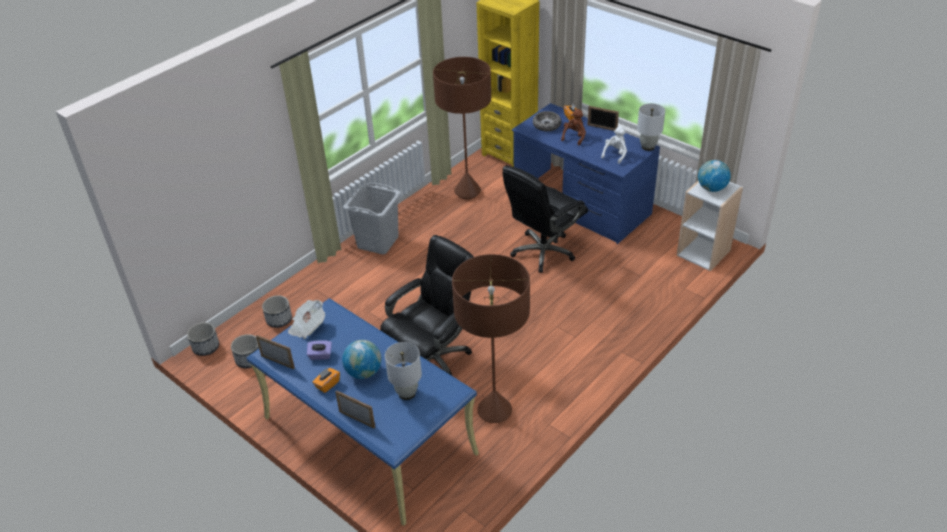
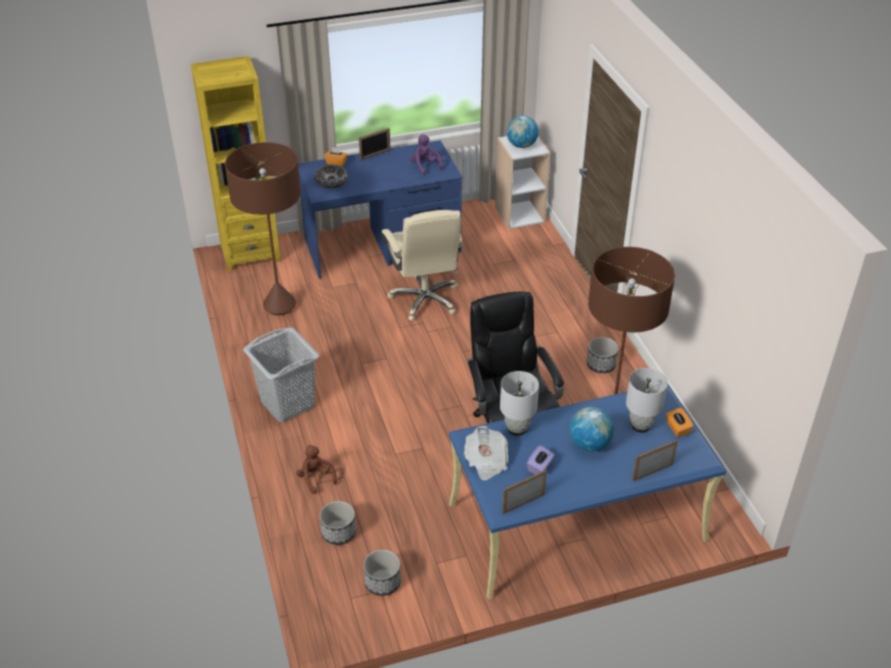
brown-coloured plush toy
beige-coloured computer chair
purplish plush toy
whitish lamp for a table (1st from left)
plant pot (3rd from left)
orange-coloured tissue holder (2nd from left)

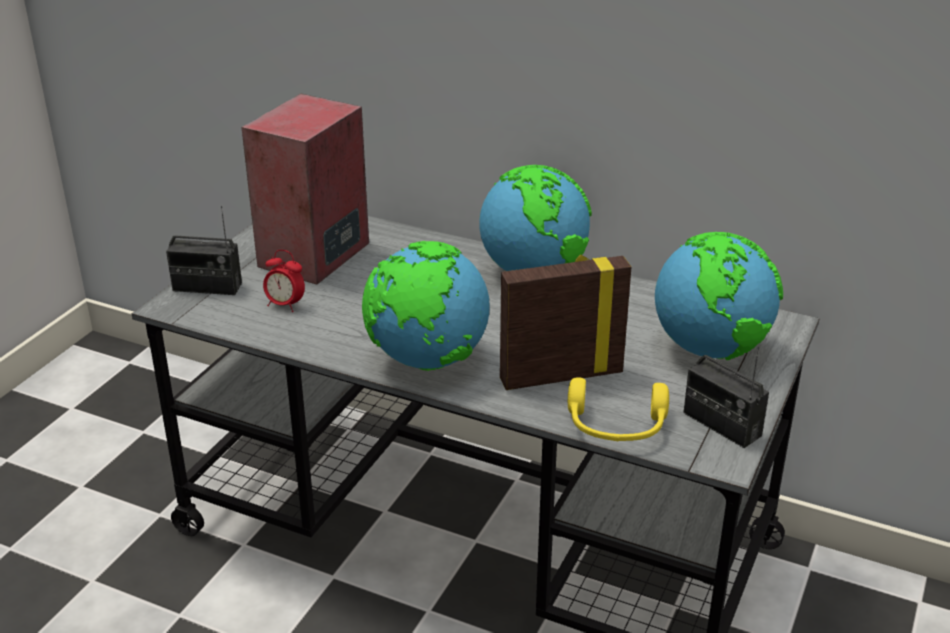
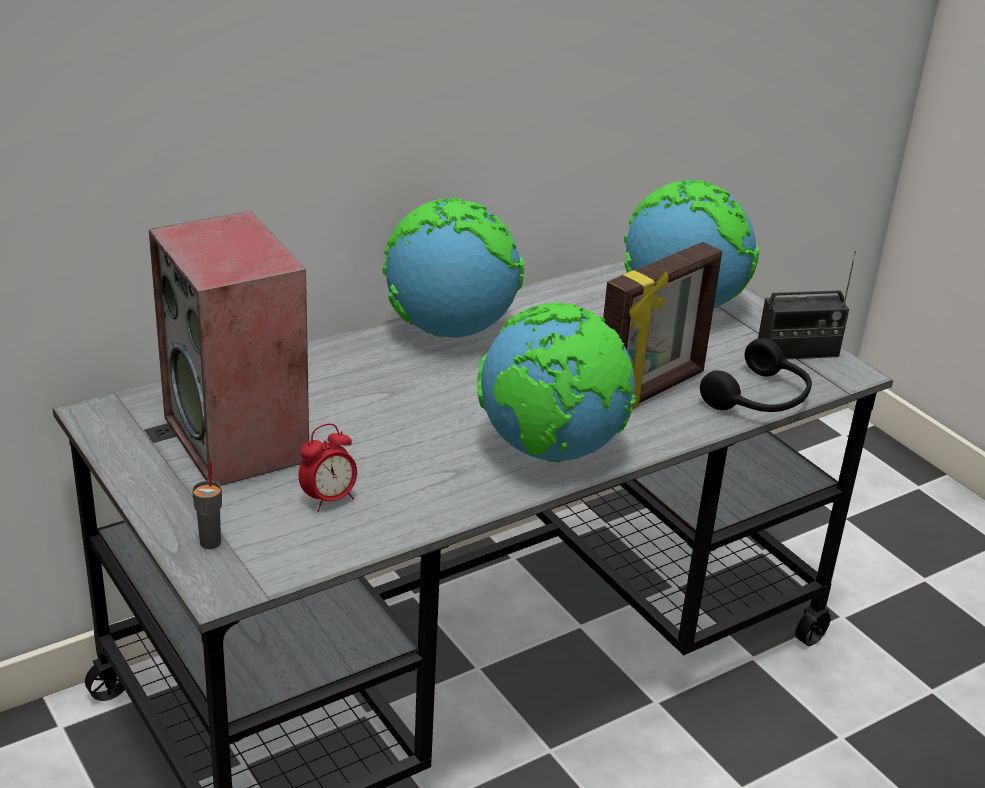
greyish small cup
picture frame
black headset

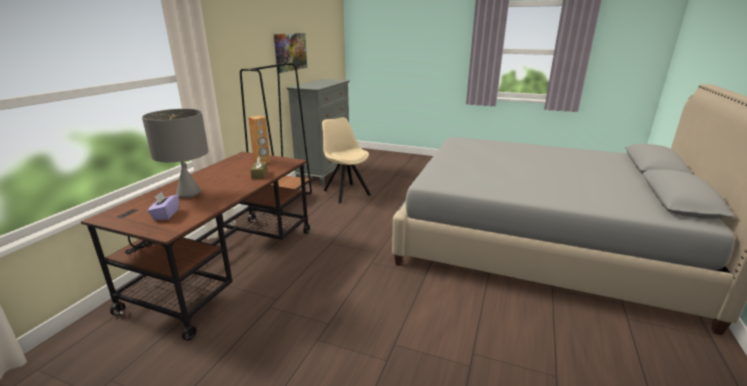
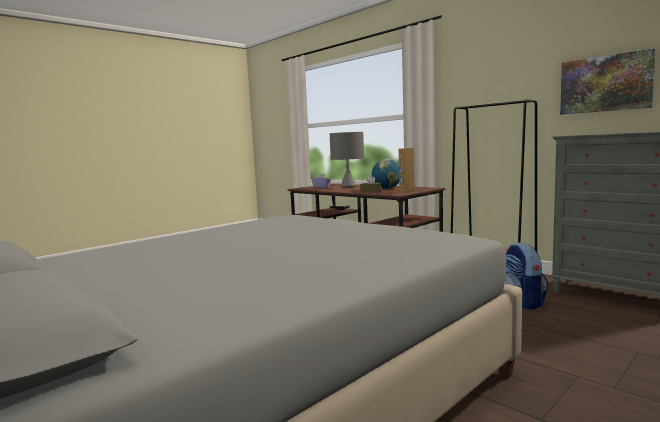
desk globe
rucksack

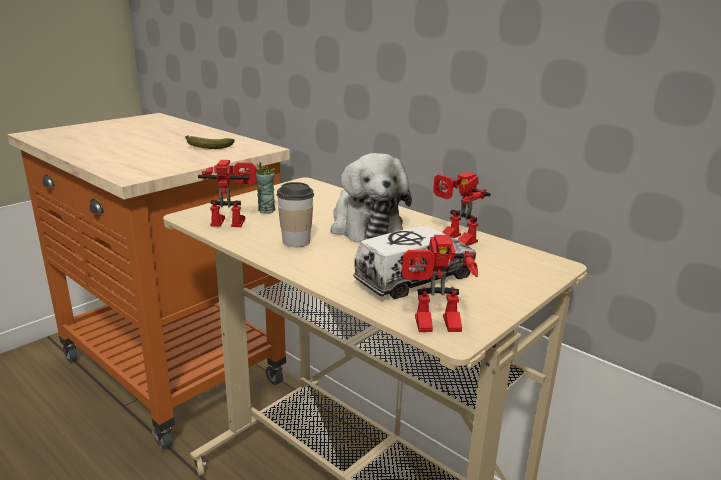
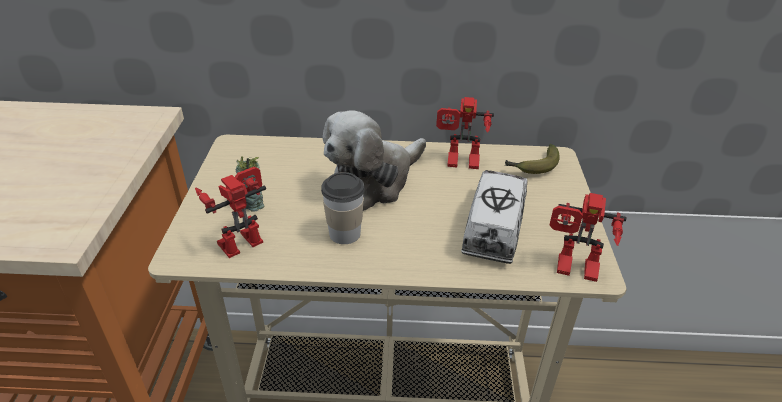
plush toy
banana fruit
toy robot (3rd from left)

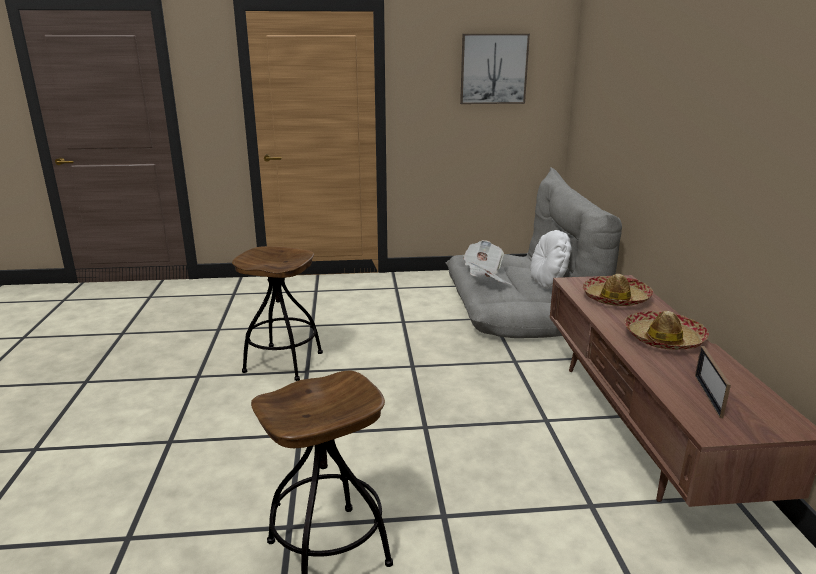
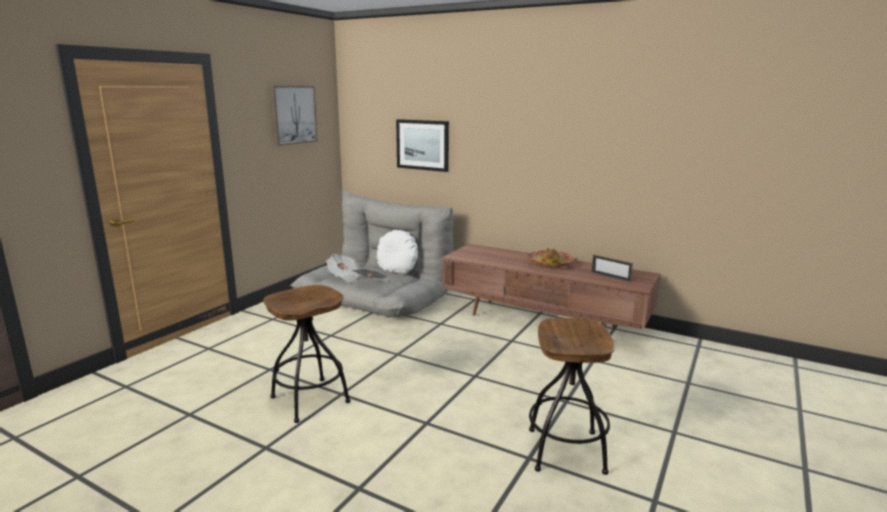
picture (2nd from left)
clothing hat (1st from left in the first image)

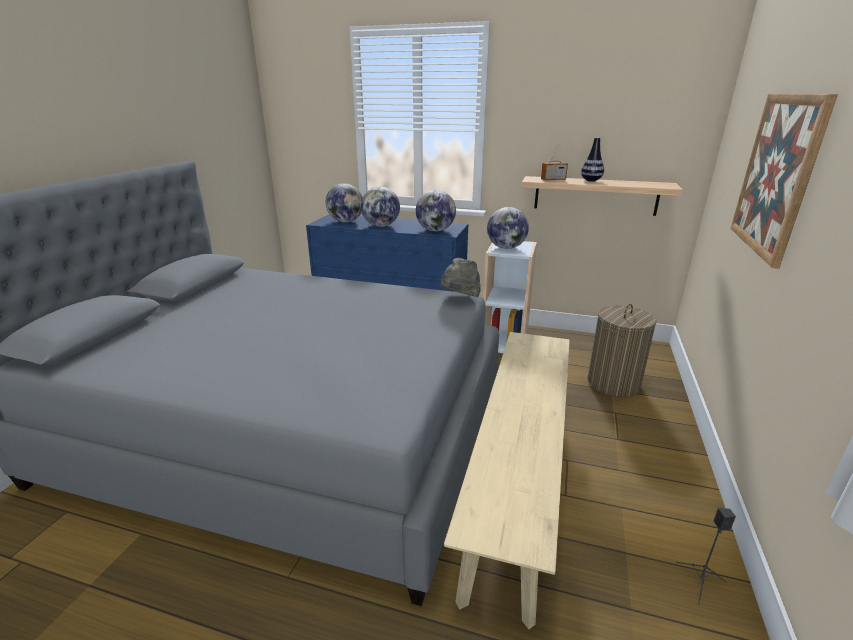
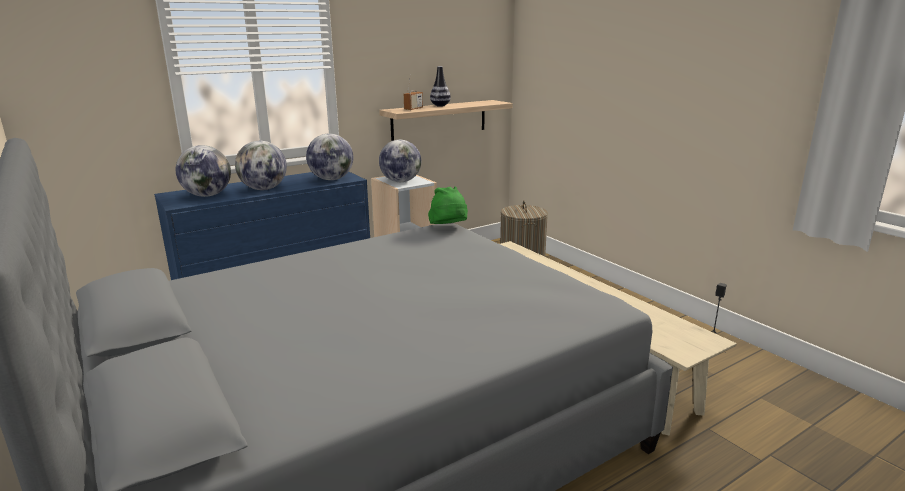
green clothing hat
picture

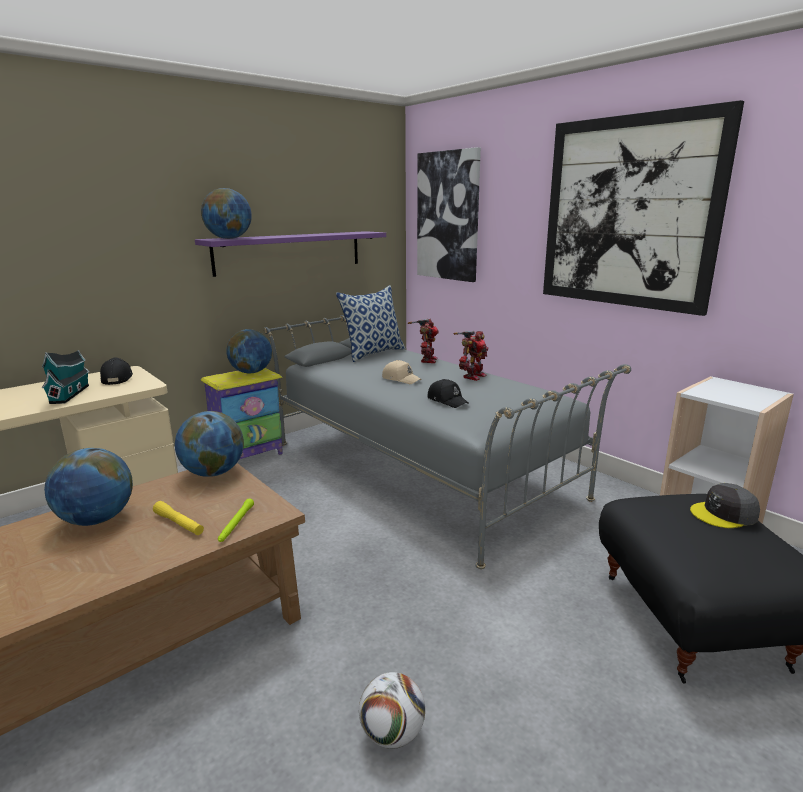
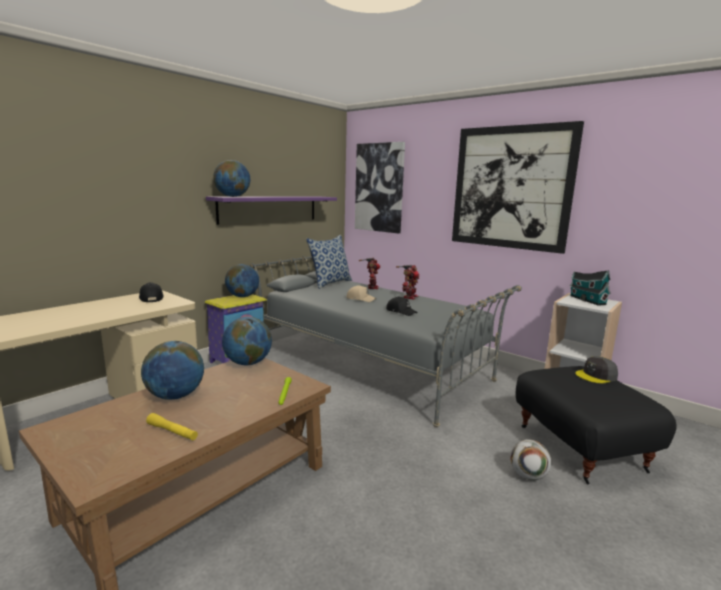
yellow torch
football
model house

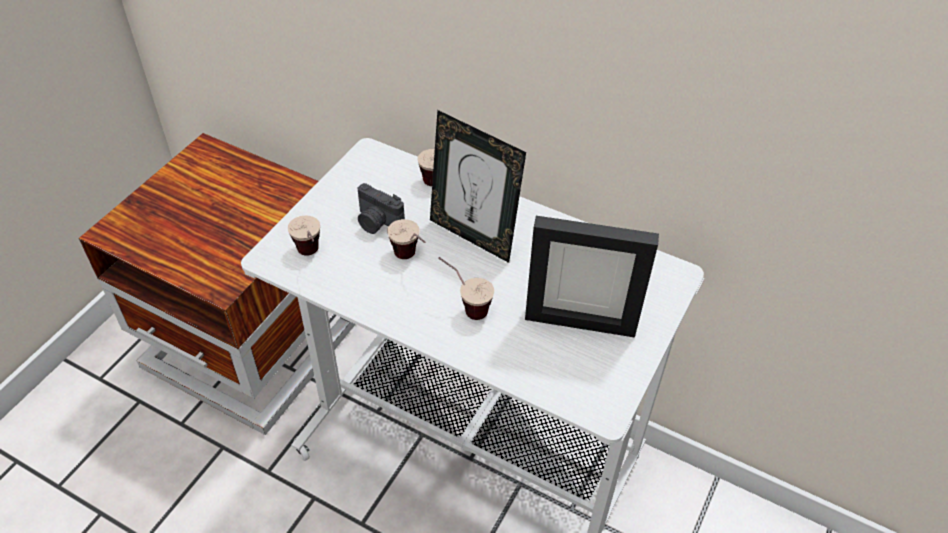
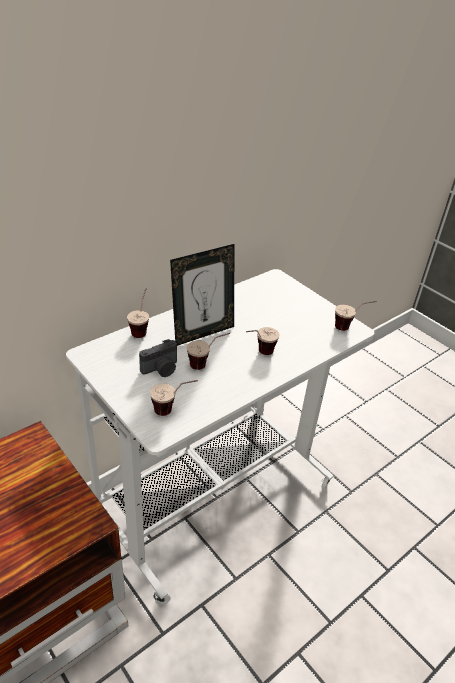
small cup (5th from left)
picture frame (2nd from left in the first image)

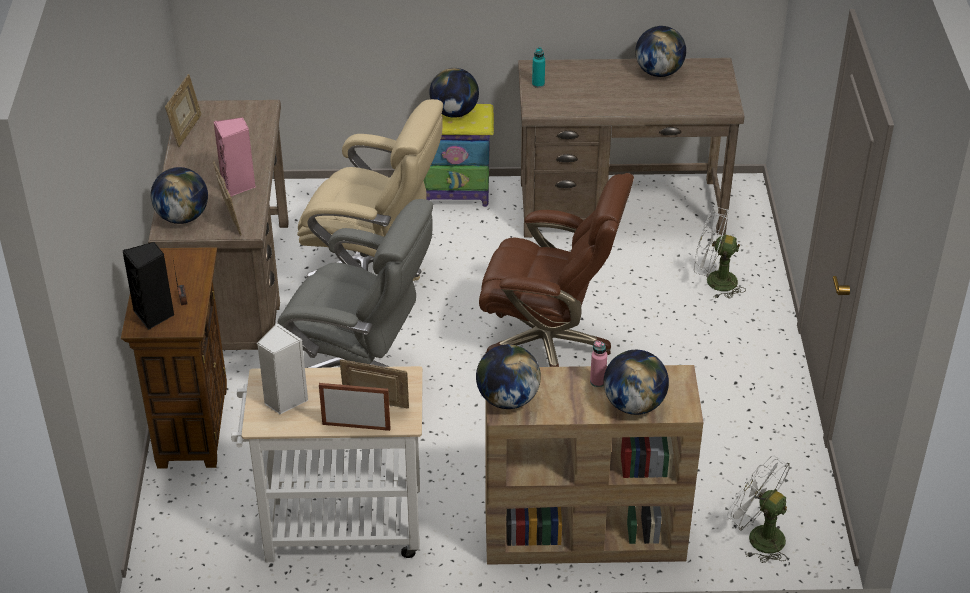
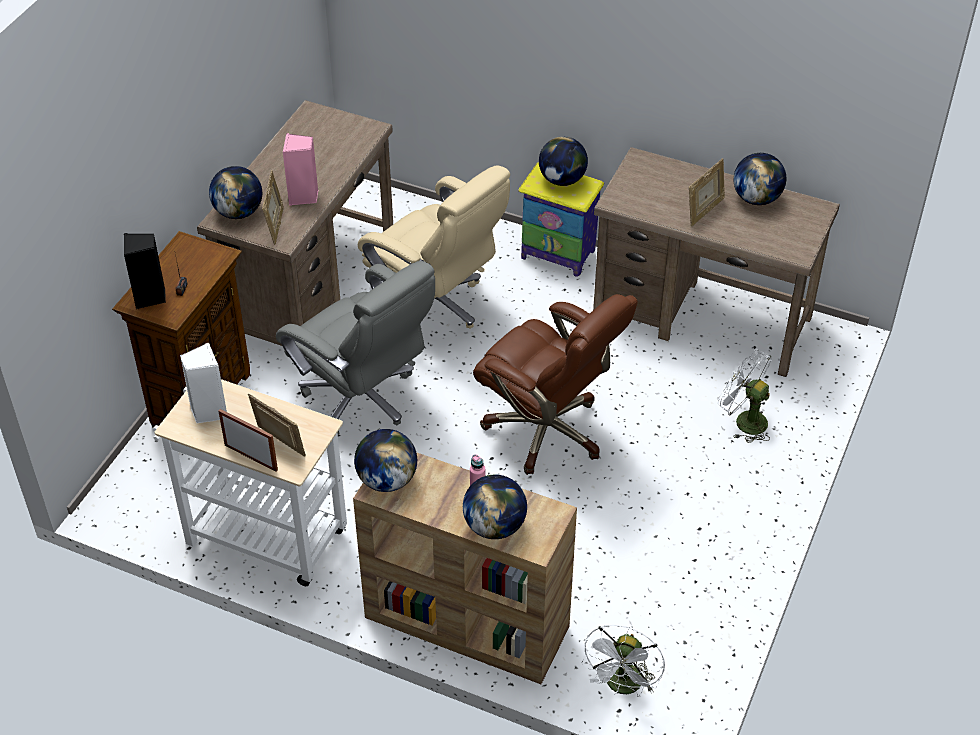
whitish electric fan (1st from left)
picture frame (4th from left)
turquoise bottle

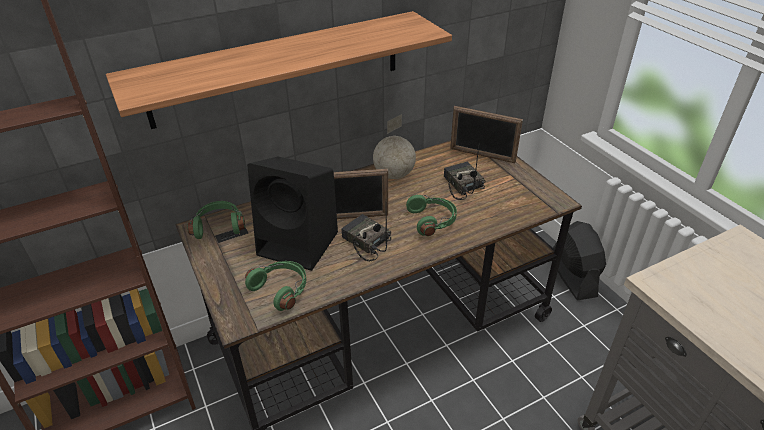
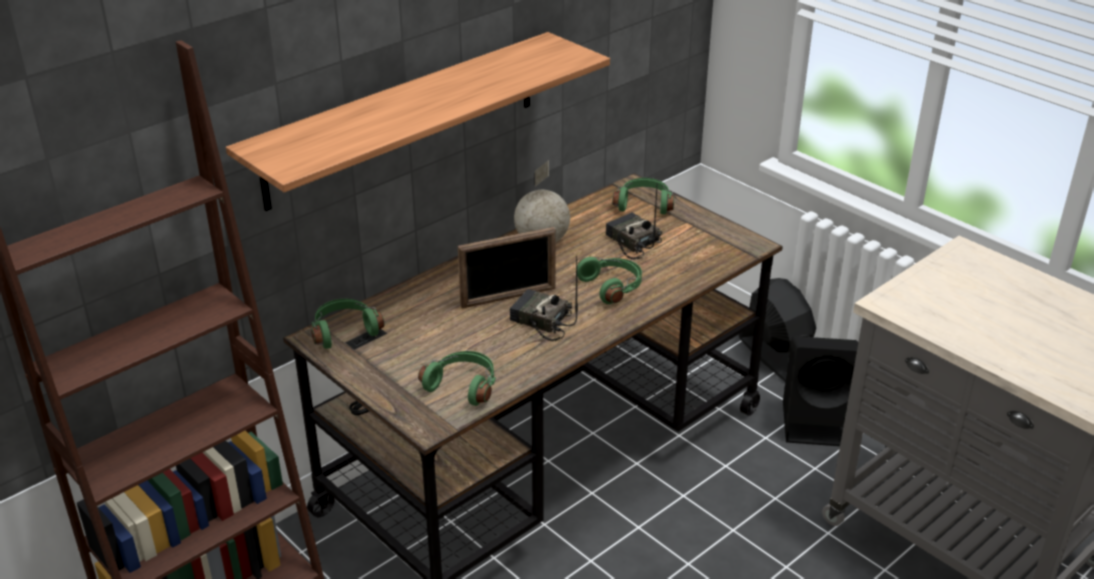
green headset (4th from left)
black audio speaker

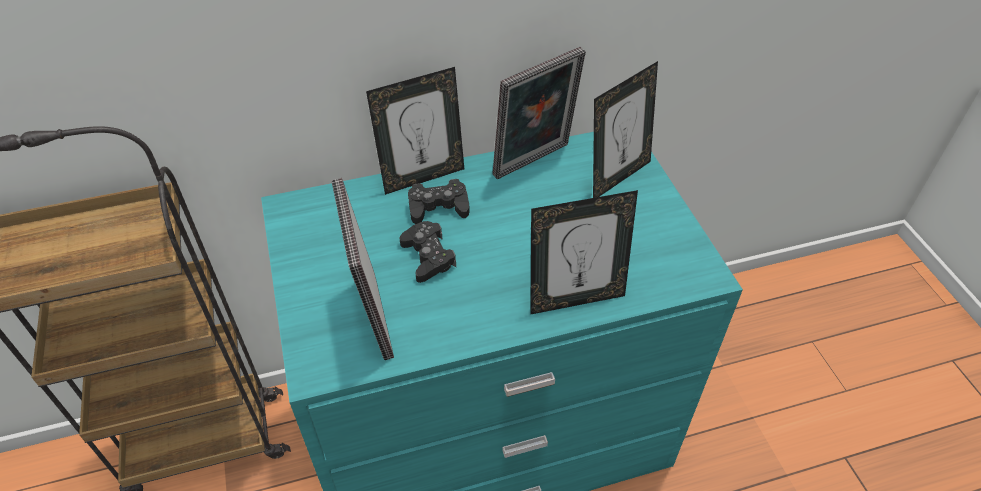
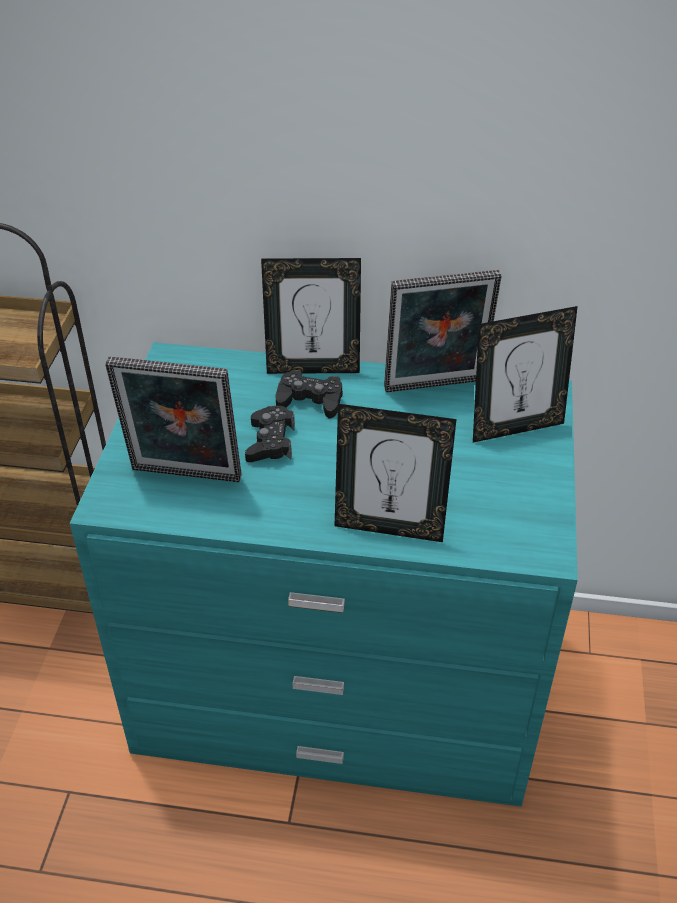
picture frame (1st from left)

